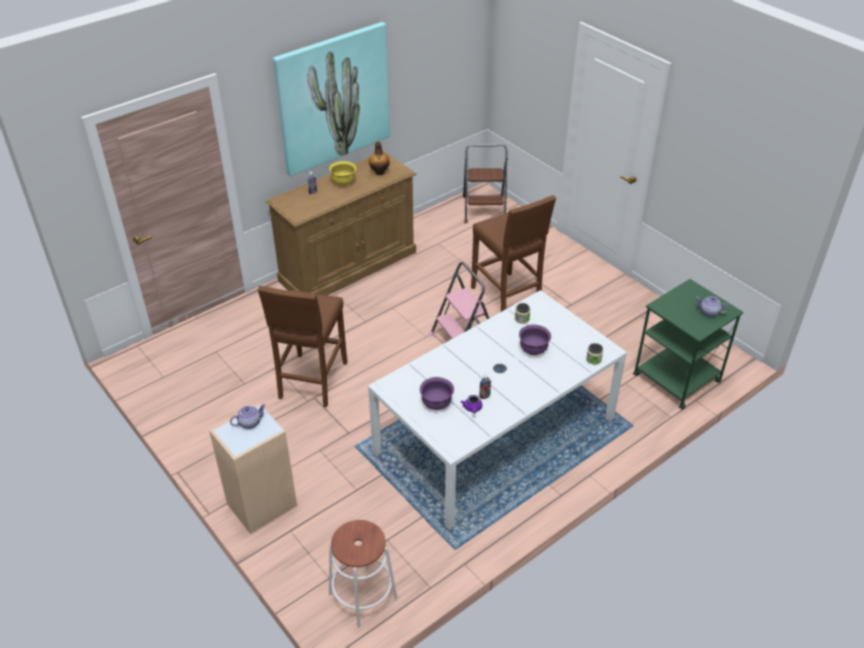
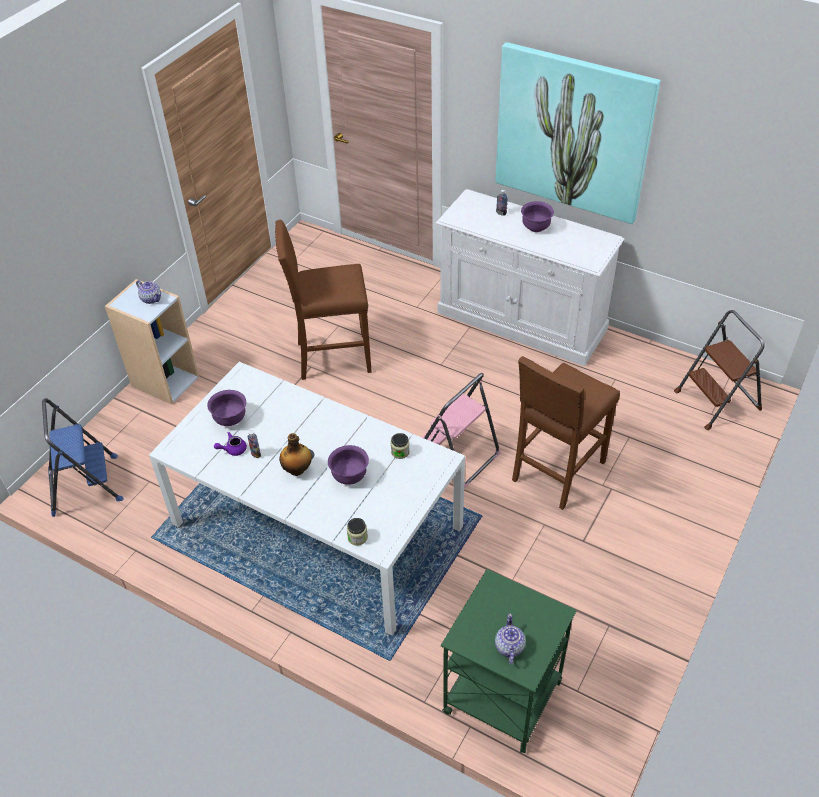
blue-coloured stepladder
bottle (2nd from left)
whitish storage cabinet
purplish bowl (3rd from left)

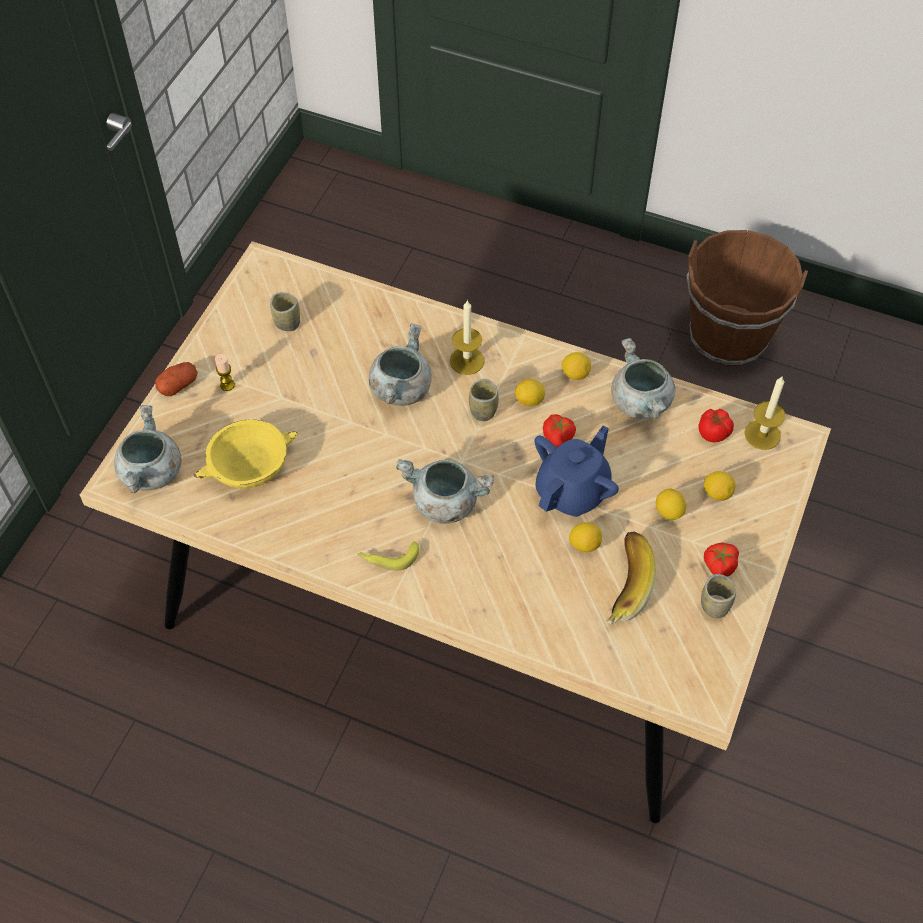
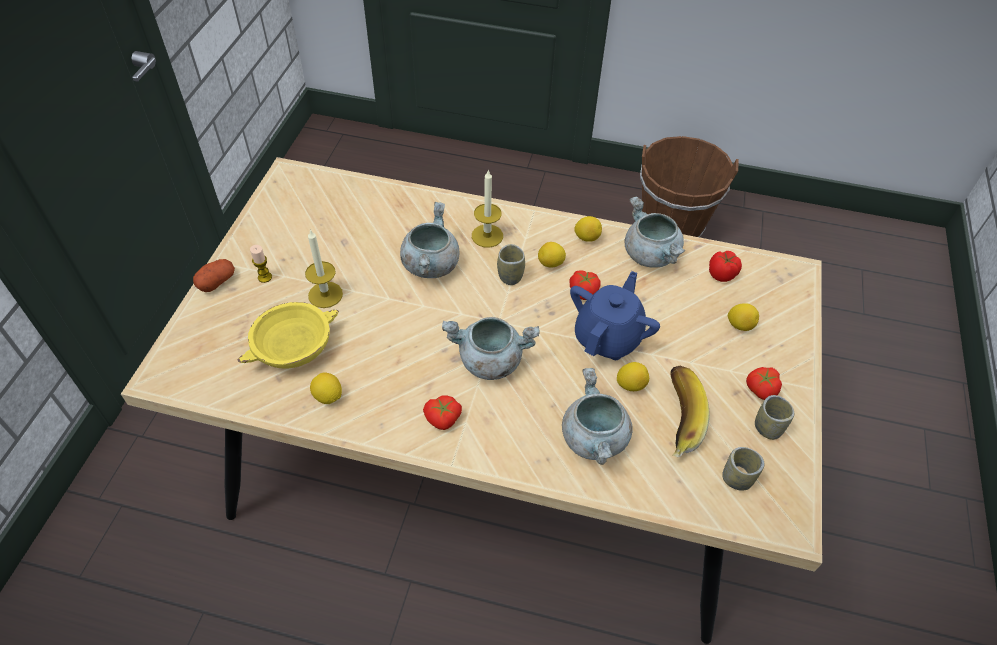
candle (2nd from left)
whole lemon (1st from left)
whole tomato (1st from left)
greyish cooking pot (3rd from left)
small cup (2nd from left)

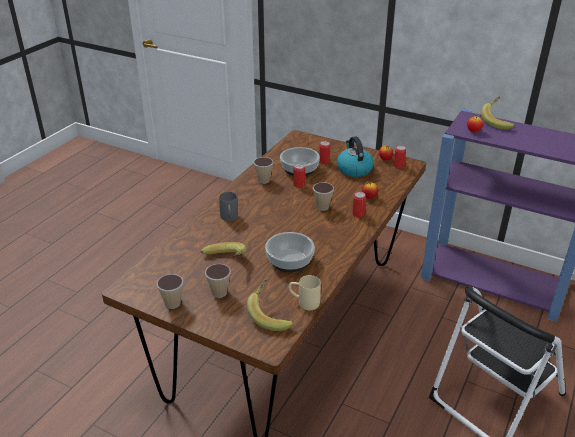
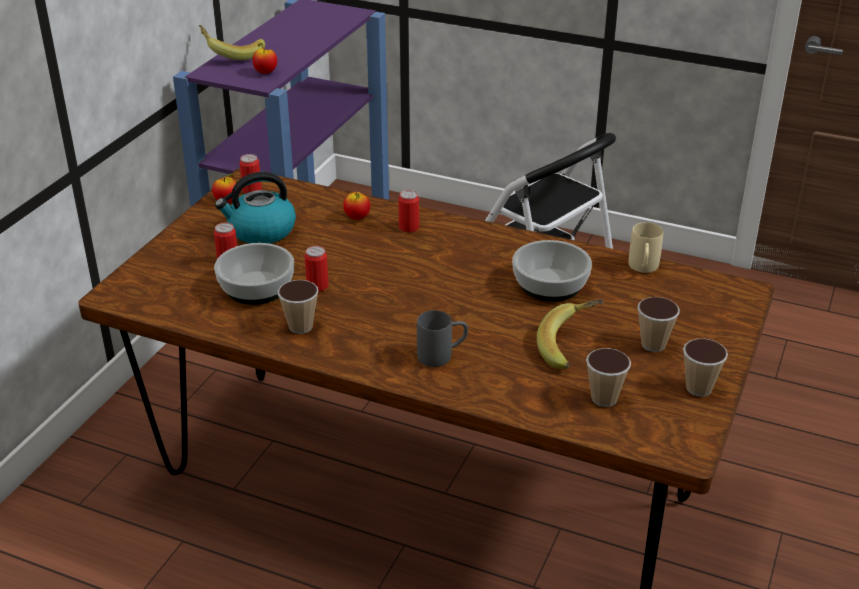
small cup (2nd from left)
banana fruit (2nd from left in the first image)

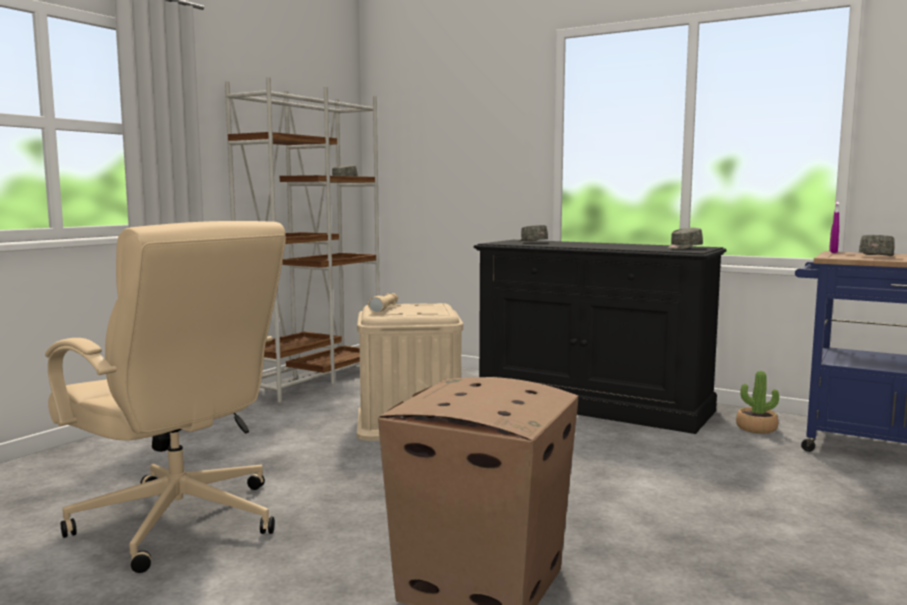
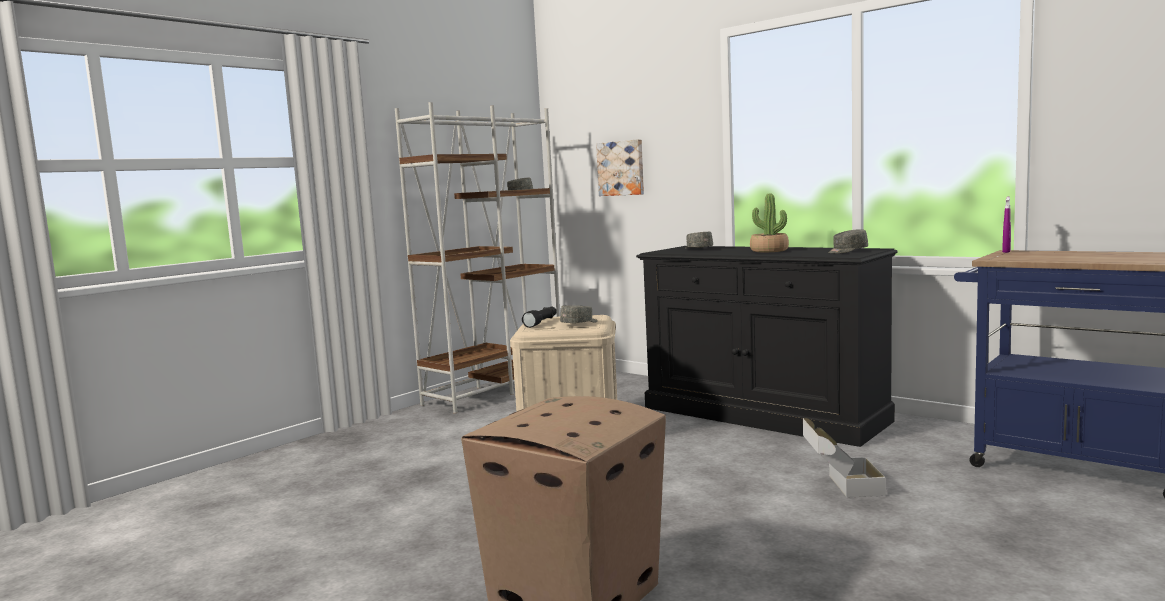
black torch
greyish cap (2nd from left)
picture
plant in a pot
carton (2nd from left)
beige-coloured computer chair

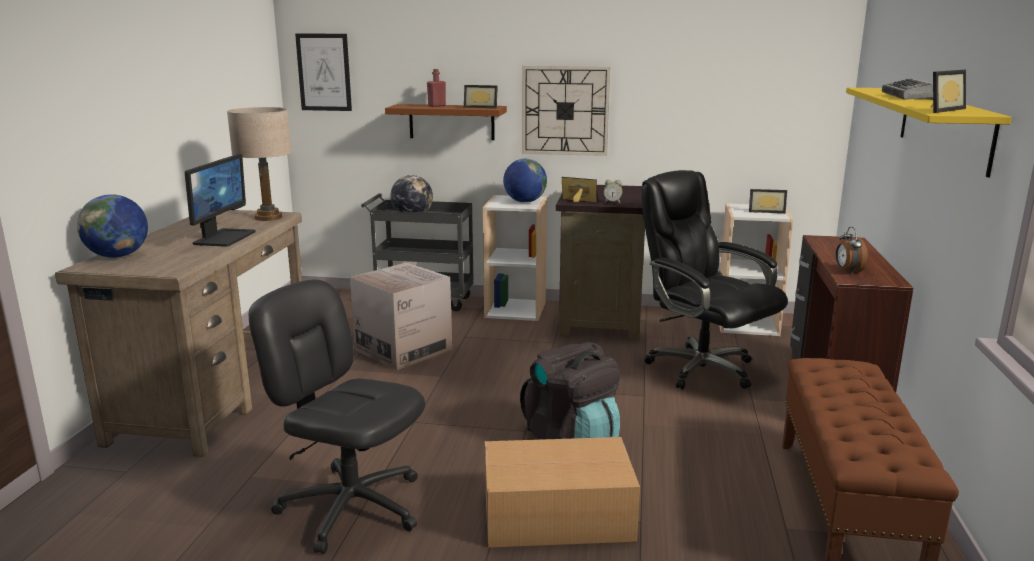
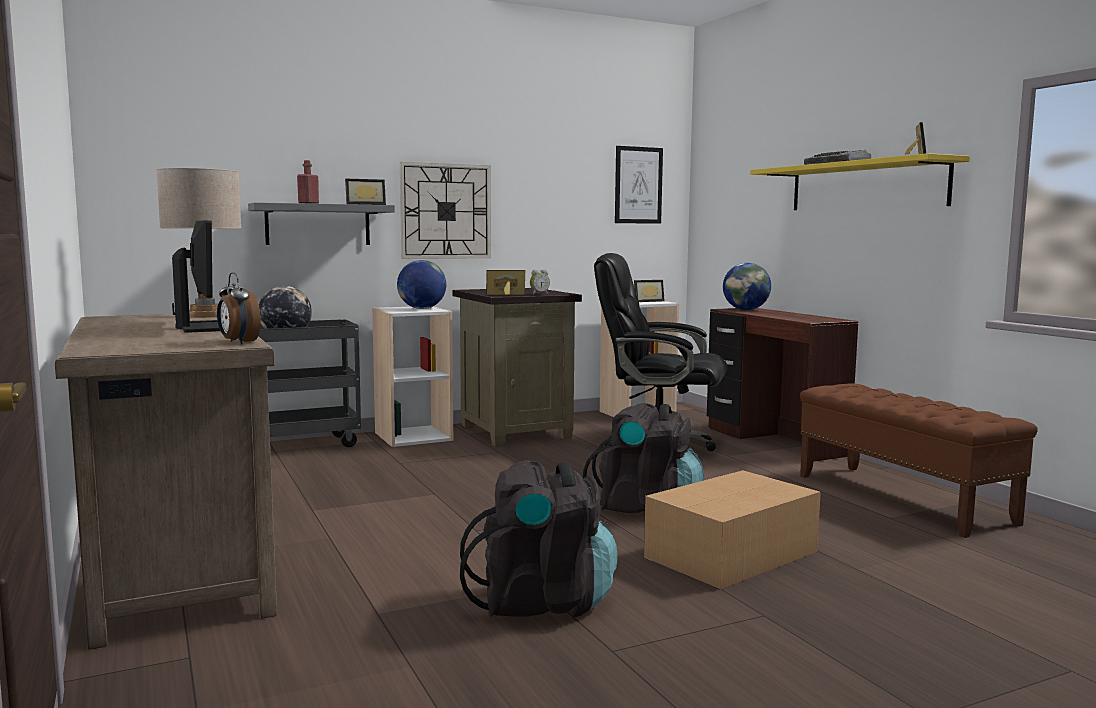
bedside clock (1st from left)
greyish bracket shelf
black rucksack (1st from left)
picture
desk globe (3rd from left)
carton (1st from left in the first image)

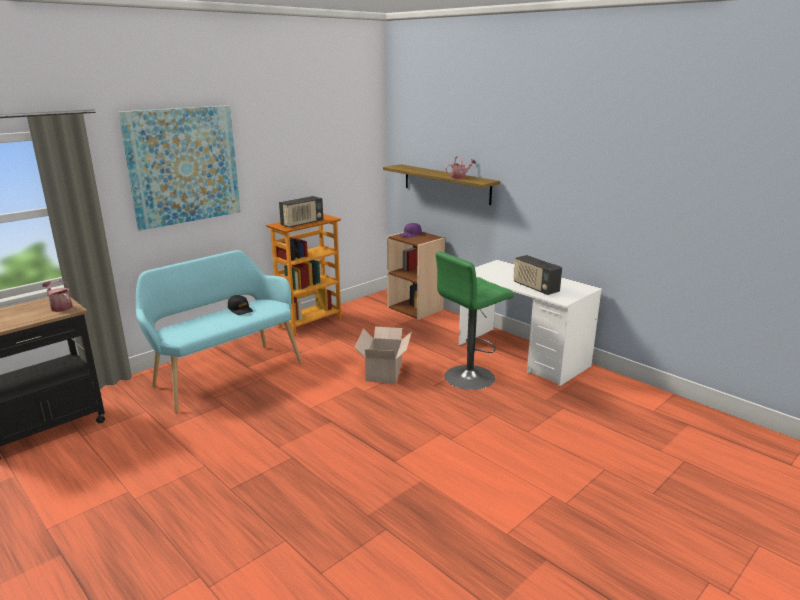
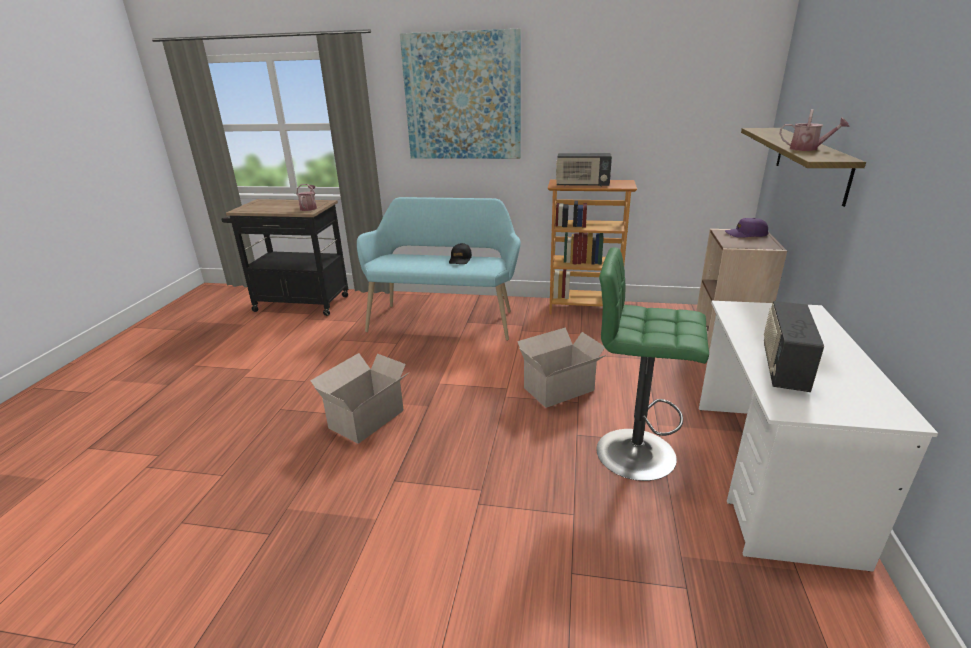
carton (1st from left)

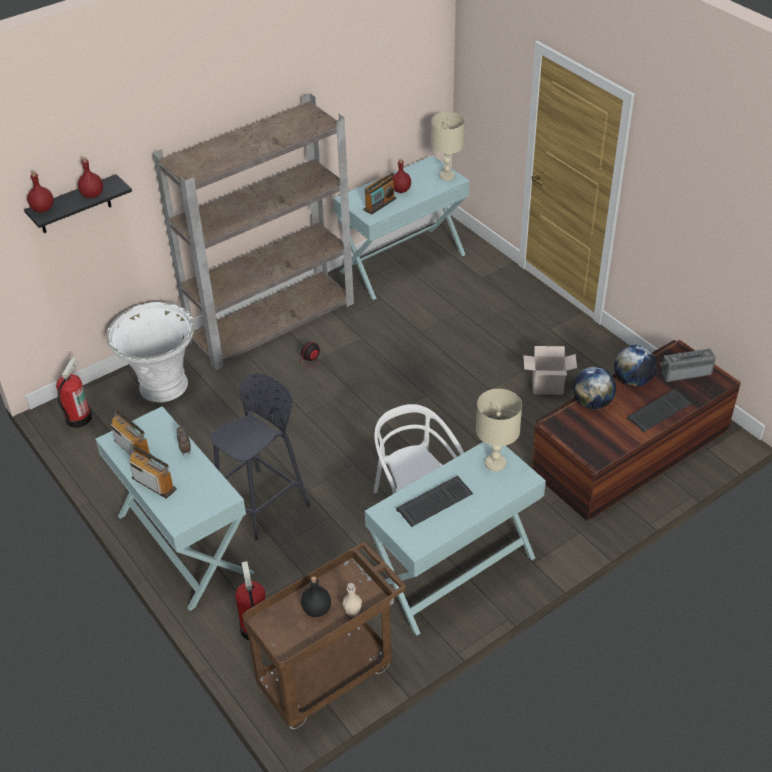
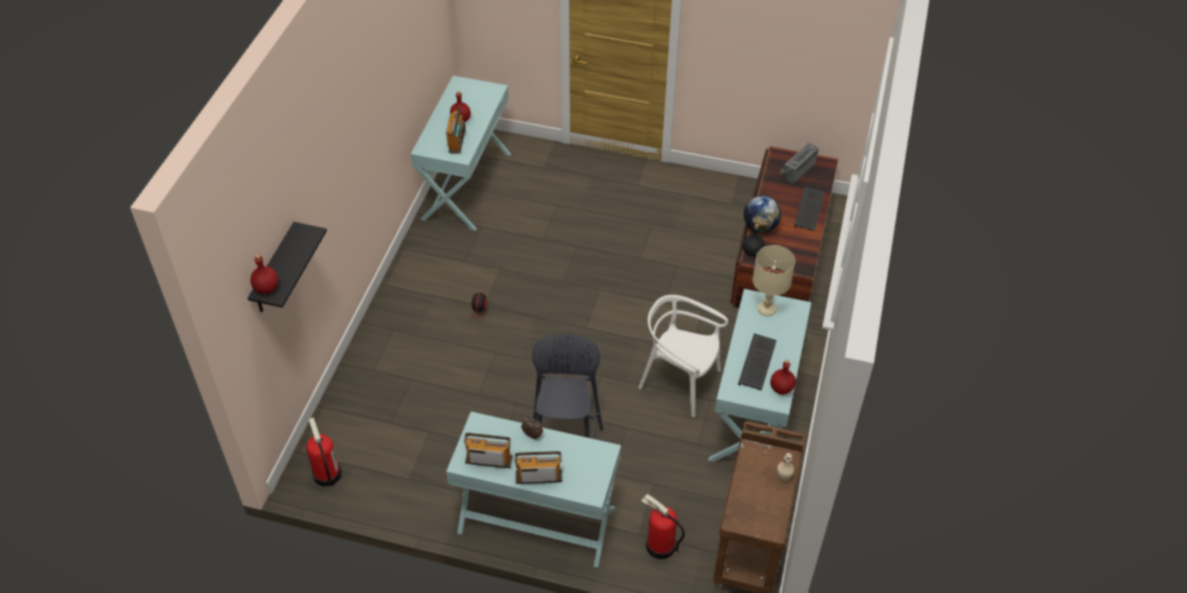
black bottle
red-coloured bottle (3rd from left)
whitish plant pot
brown-coloured shelving unit
beige-coloured lamp for a table (1st from left in the first image)
carton
desk globe (2nd from left in the first image)

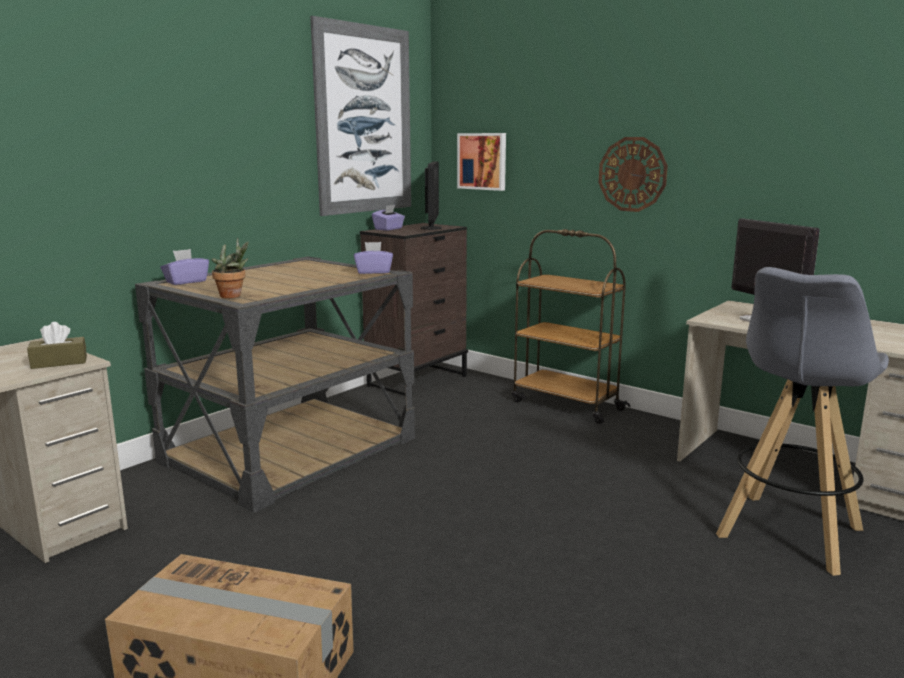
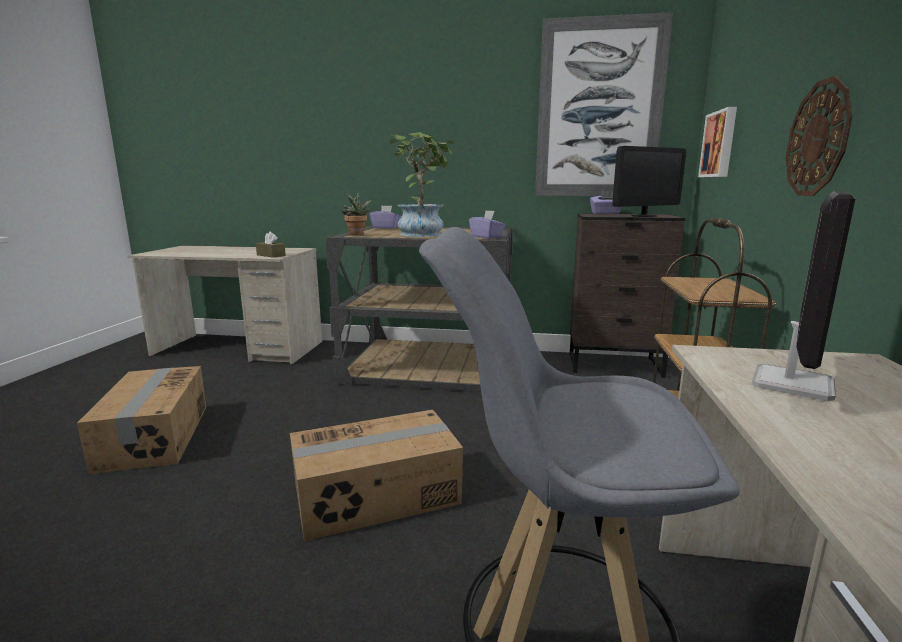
carton (2nd from left)
plant in a pot (2nd from left)

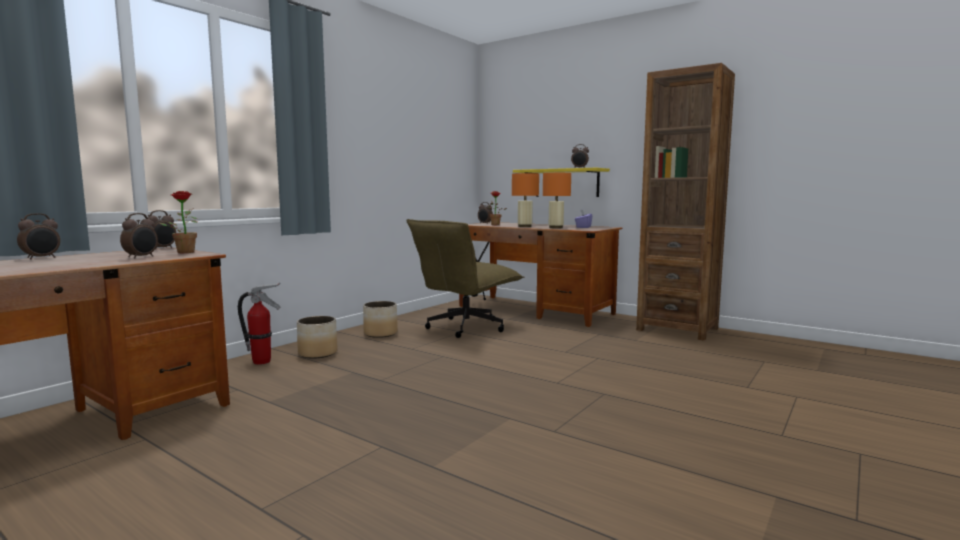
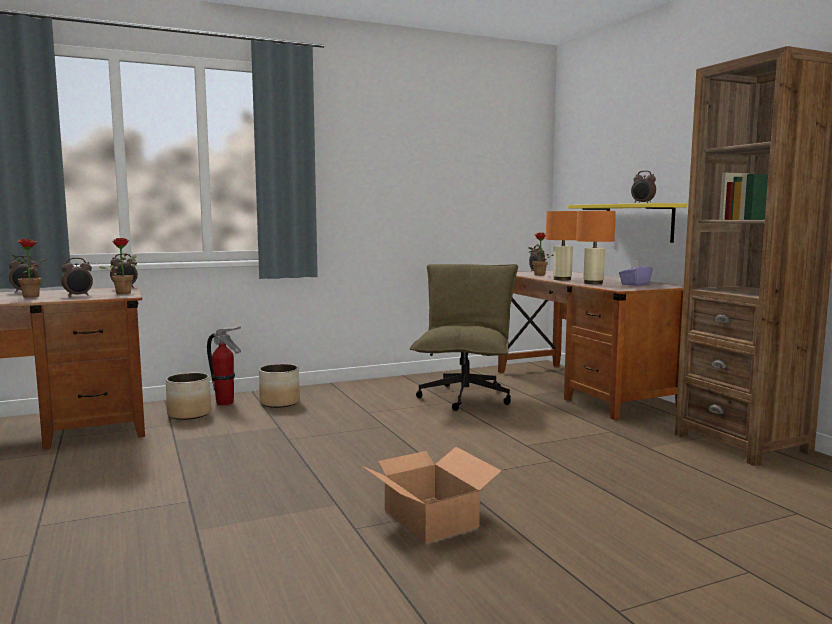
plant in a pot (1st from left)
plant pot (1st from left)
carton
beige-coloured computer chair

